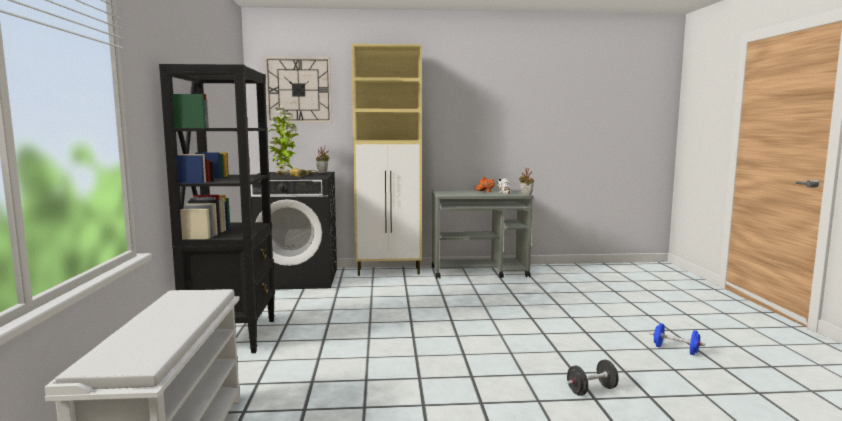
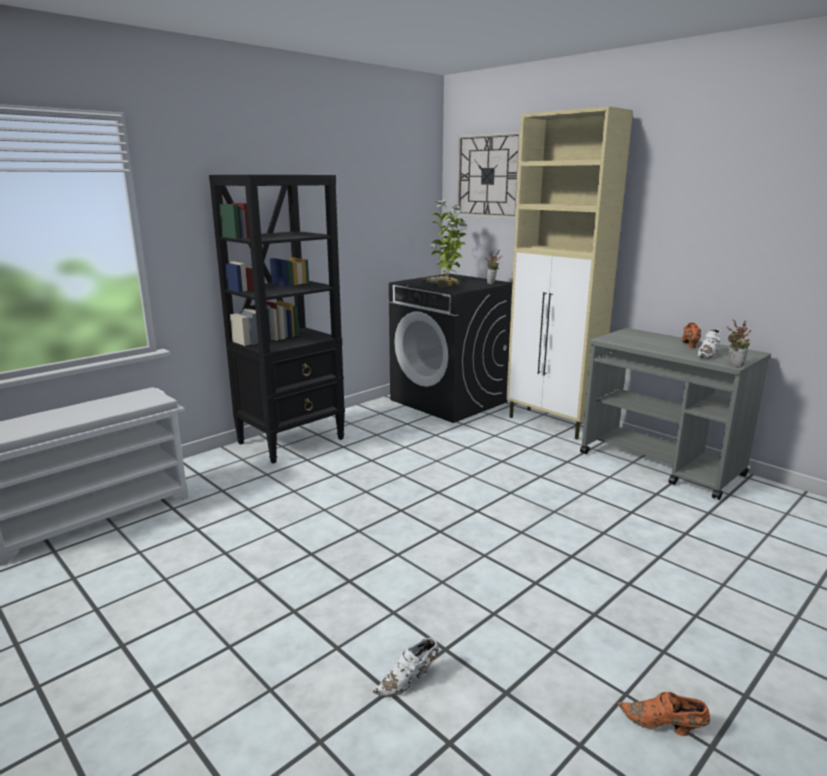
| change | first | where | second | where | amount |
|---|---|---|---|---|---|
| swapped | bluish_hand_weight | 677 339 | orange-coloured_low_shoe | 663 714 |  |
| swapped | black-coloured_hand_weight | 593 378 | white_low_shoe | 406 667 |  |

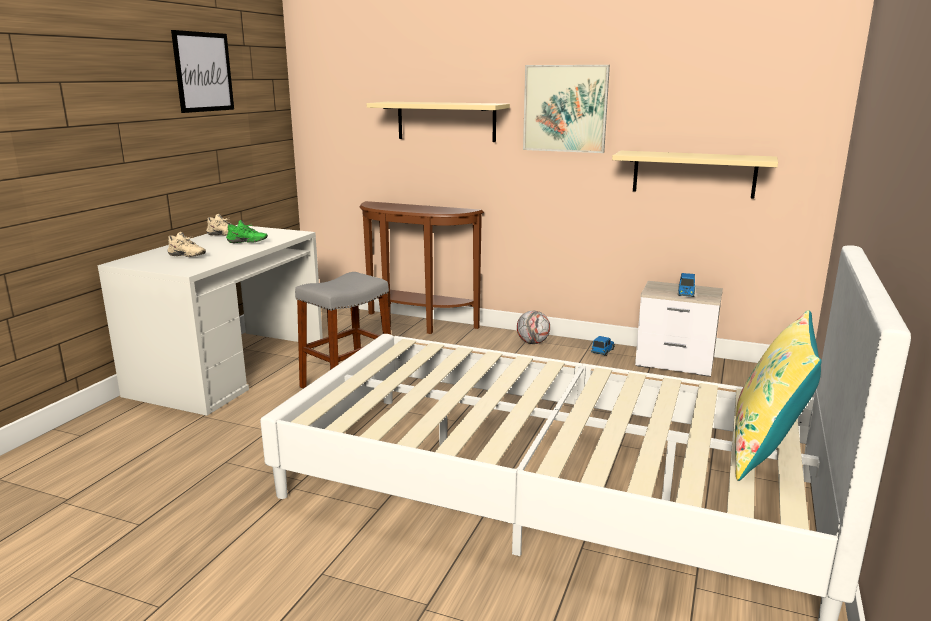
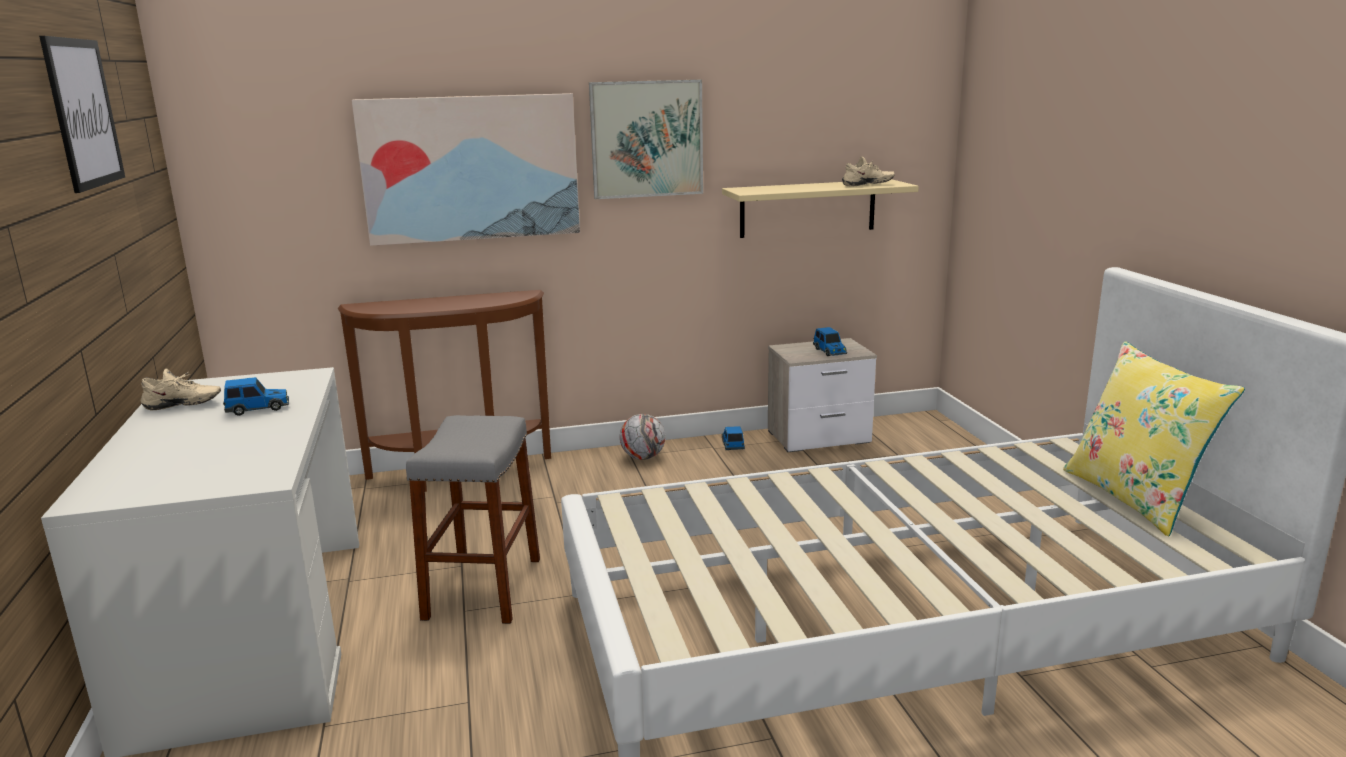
| change | first | where | second | where | amount |
|---|---|---|---|---|---|
| swapped | beige-coloured_shelf | 438 122 | picture | 466 169 |  |
| swapped | greenish_low_shoe | 247 231 | toy_car | 256 396 |  |
| shifted | beige-coloured_low_shoe | 186 244 |  | 868 171 |  |

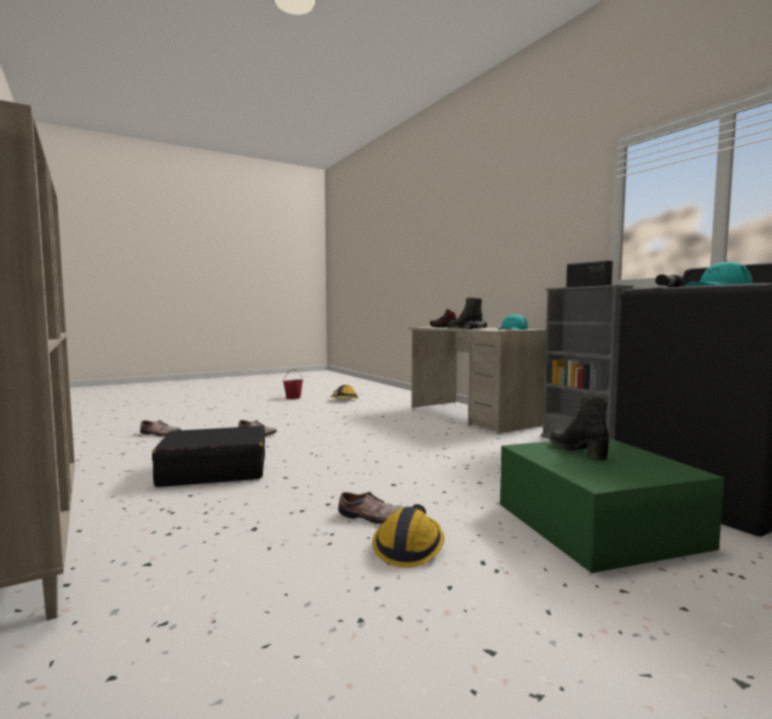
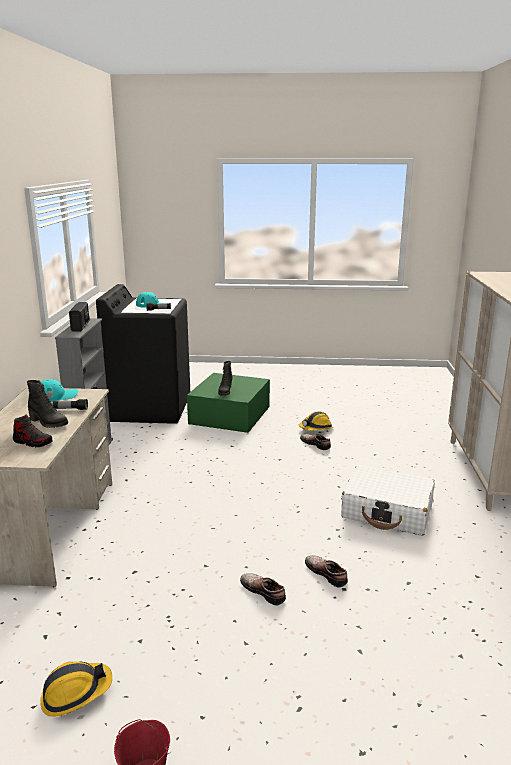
| change | first | where | second | where | amount |
|---|---|---|---|---|---|
| shifted | low_shoe | 160 428 |  | 263 589 |  |
| repainted | black-coloured_piece_of_luggage | 208 456 | white_piece_of_luggage | 388 500 |  |

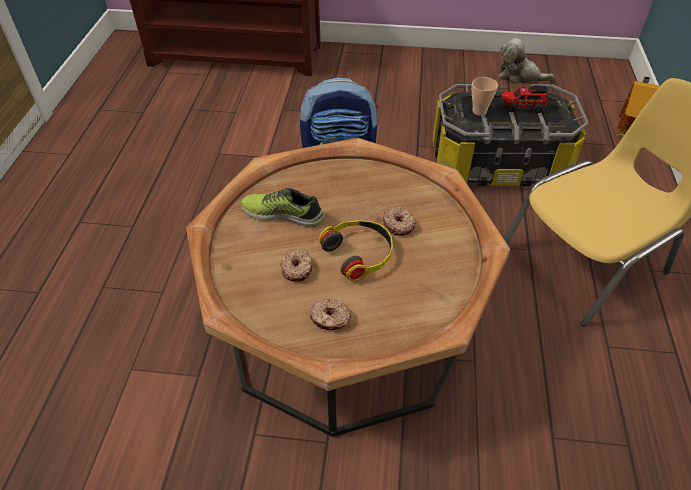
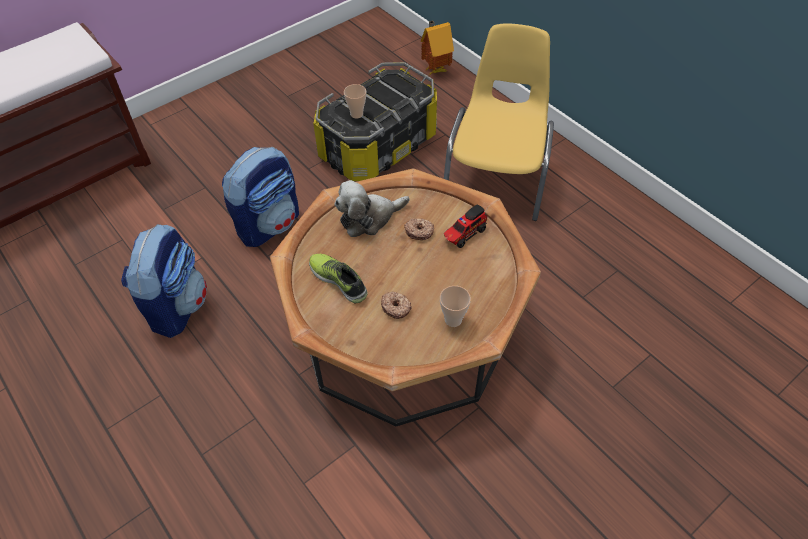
| change | first | where | second | where | amount |
|---|---|---|---|---|---|
| shifted | soft_toy | 526 61 |  | 371 208 |  |
| shifted | model_truck | 524 99 |  | 465 226 |  |
| rotated | low_shoe | 282 207 |  | 338 278 | 75 degrees clockwise |
| gone | headset | 356 250 |  |  |  |
| swapped | ring_doughnut | 330 314 | cup | 455 306 |  |
| new |  |  | knapsack | 164 281 |  |

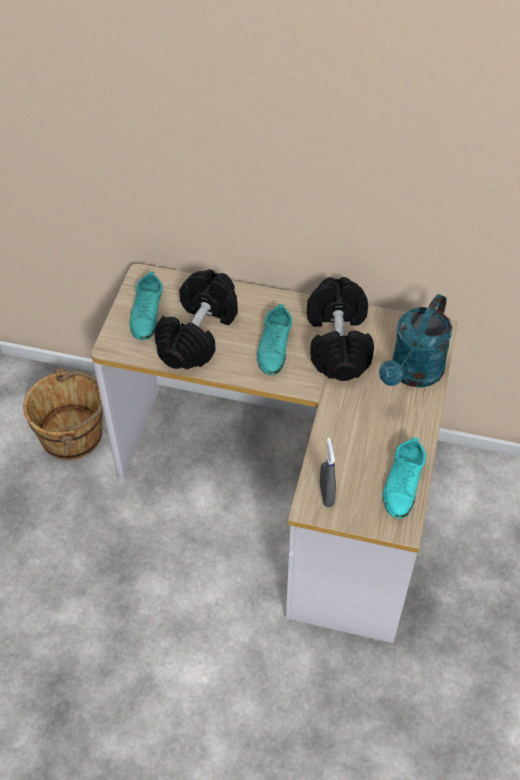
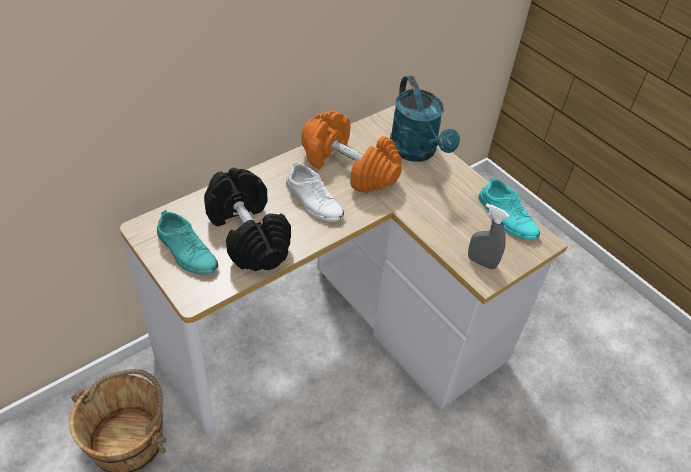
| change | first | where | second | where | amount |
|---|---|---|---|---|---|
| repainted | black-coloured_hand_weight | 340 329 | orange-coloured_hand_weight | 352 152 |  |
| repainted | blue-green_low_shoe | 274 339 | white_low_shoe | 315 191 |  |

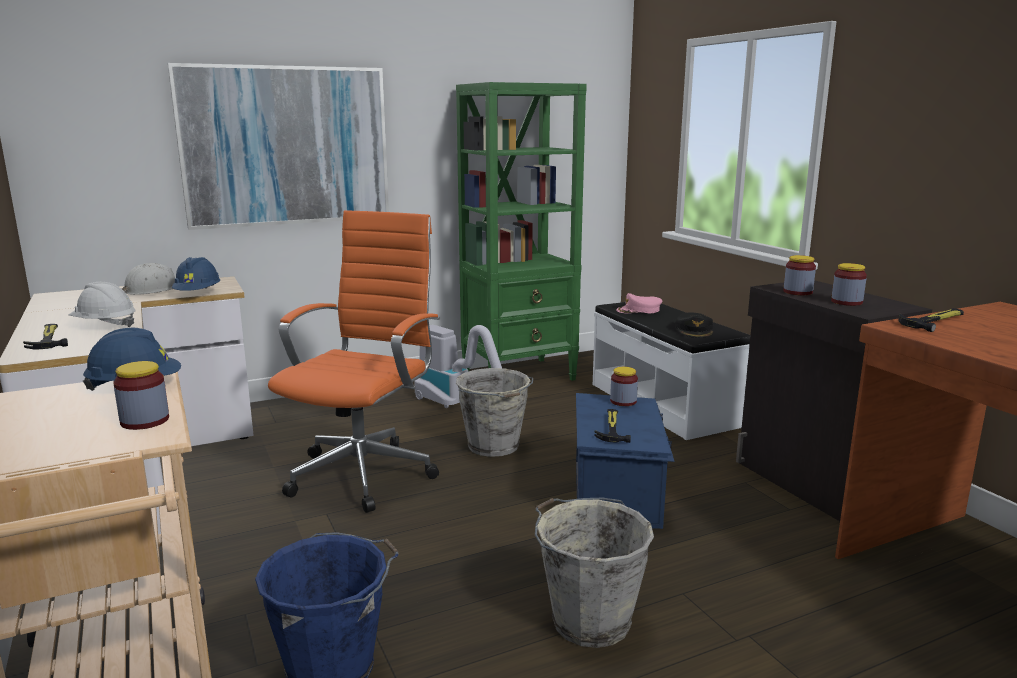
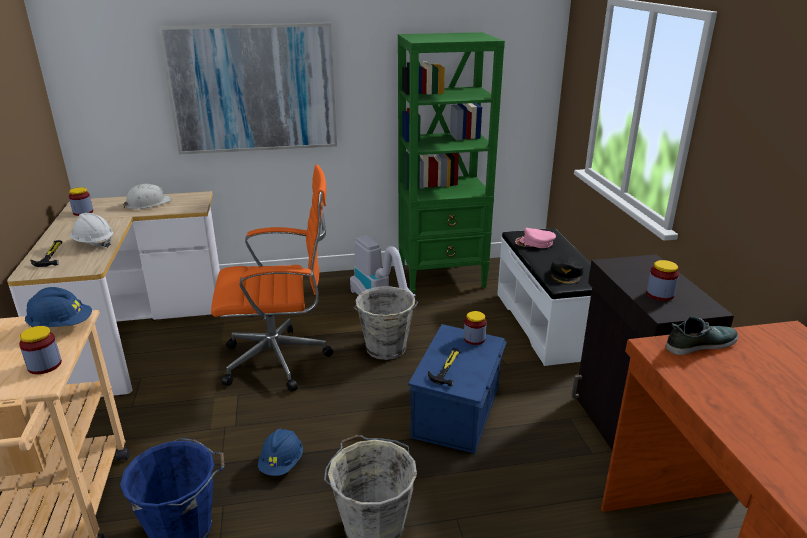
| change | first | where | second | where | amount |
|---|---|---|---|---|---|
| rotated | orange-coloured_desk_chair | 354 361 |  | 272 278 | 45 degrees clockwise |
| shifted | preserve_jar | 799 275 |  | 81 201 |  |
| shifted | bluish_hard_hat | 196 274 |  | 280 452 |  |
| swapped | hammer | 931 320 | low_shoe | 702 335 |  |

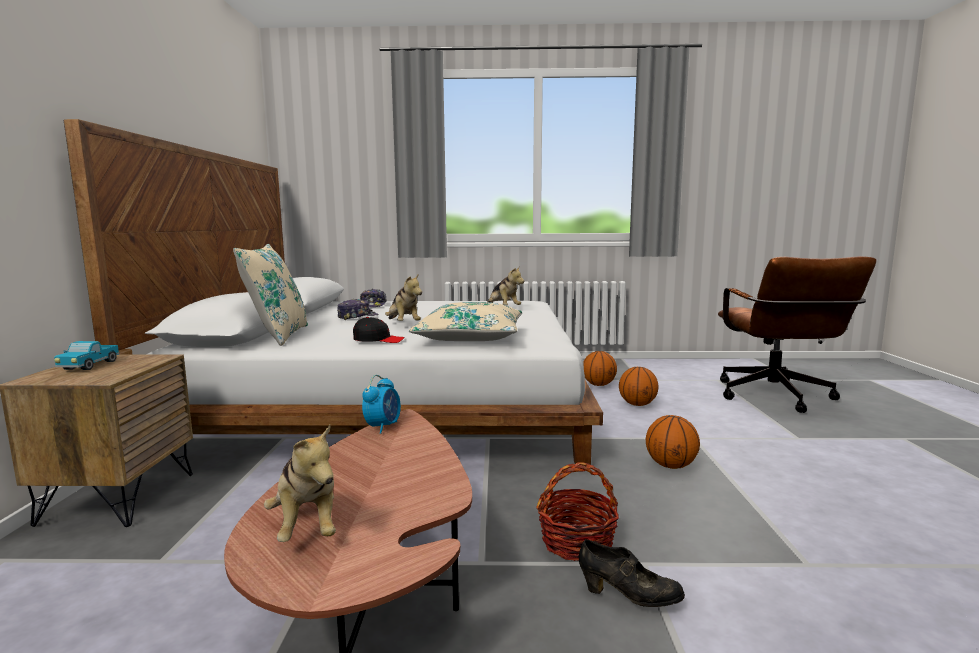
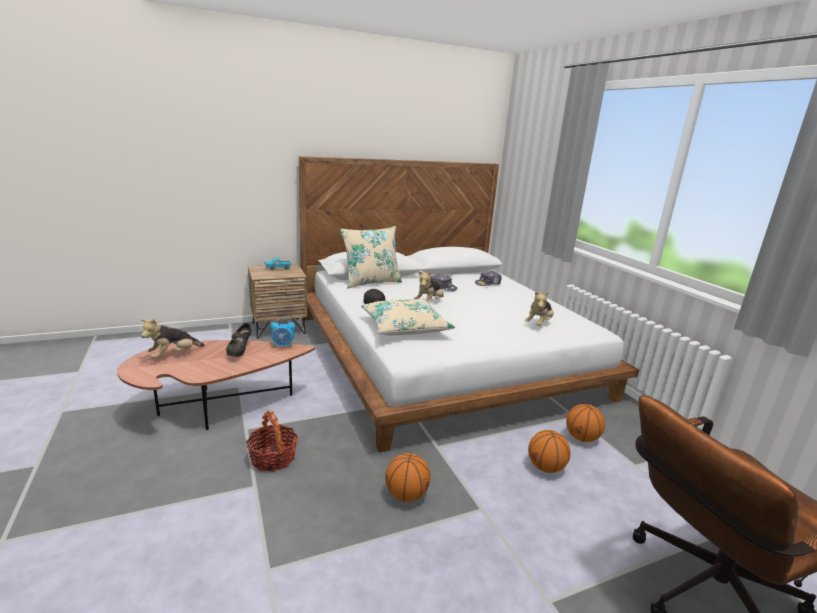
| change | first | where | second | where | amount |
|---|---|---|---|---|---|
| shifted | black-coloured_low_shoe | 632 573 |  | 238 340 |  |

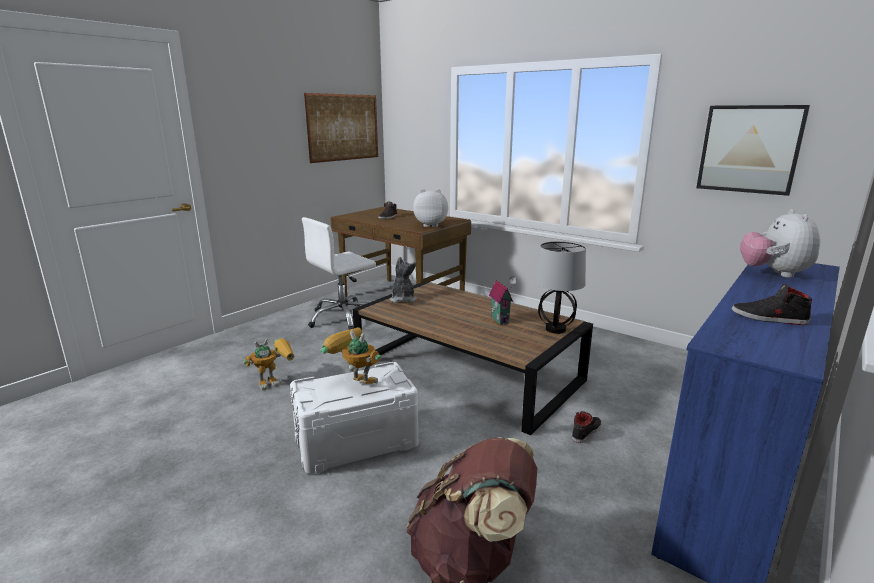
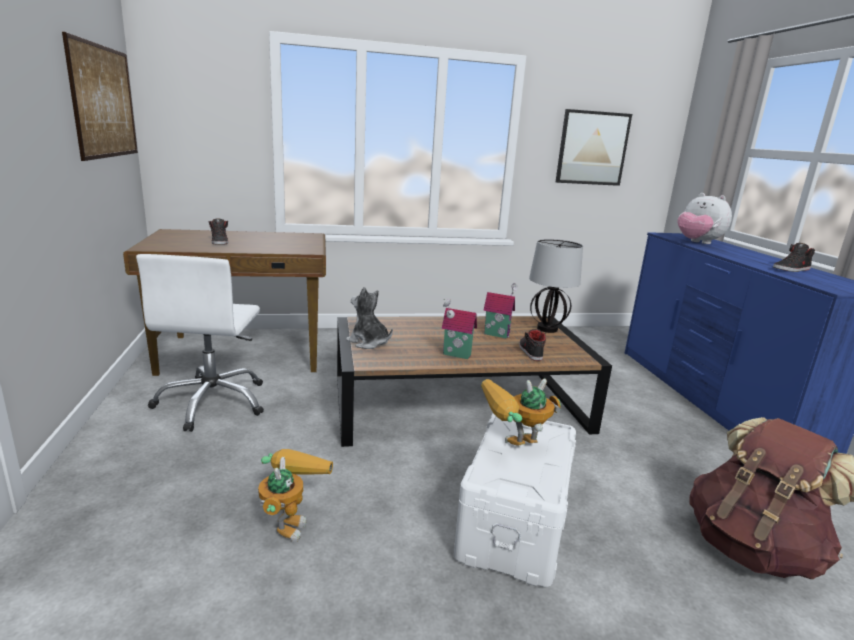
| change | first | where | second | where | amount |
|---|---|---|---|---|---|
| gone | soft_toy | 430 208 |  |  |  |
| shifted | black-coloured_low_shoe | 586 427 |  | 532 345 |  |
| new |  |  | miniature_house | 459 329 |  |

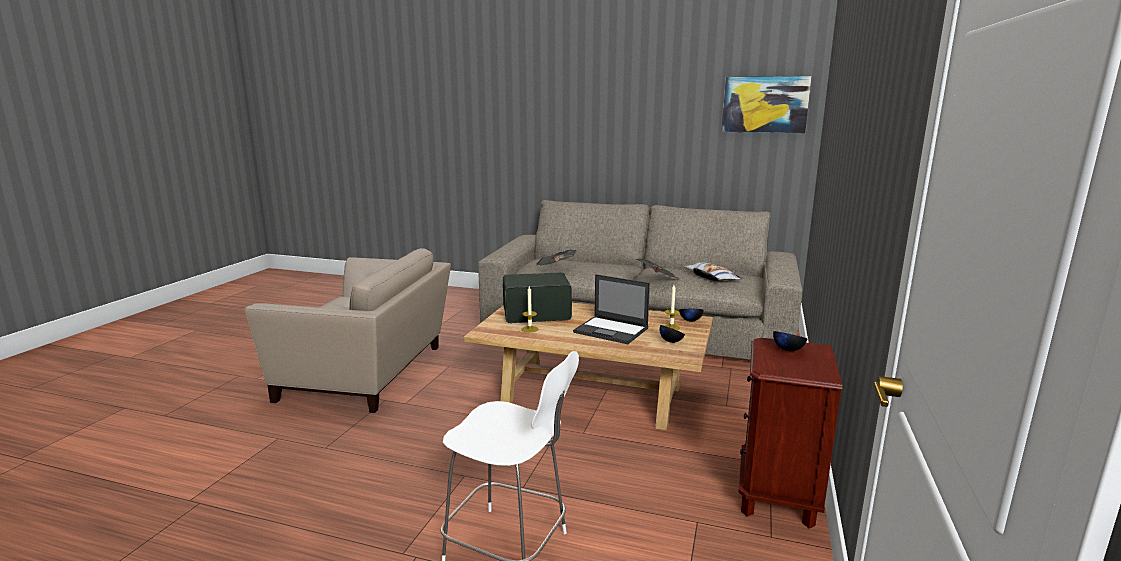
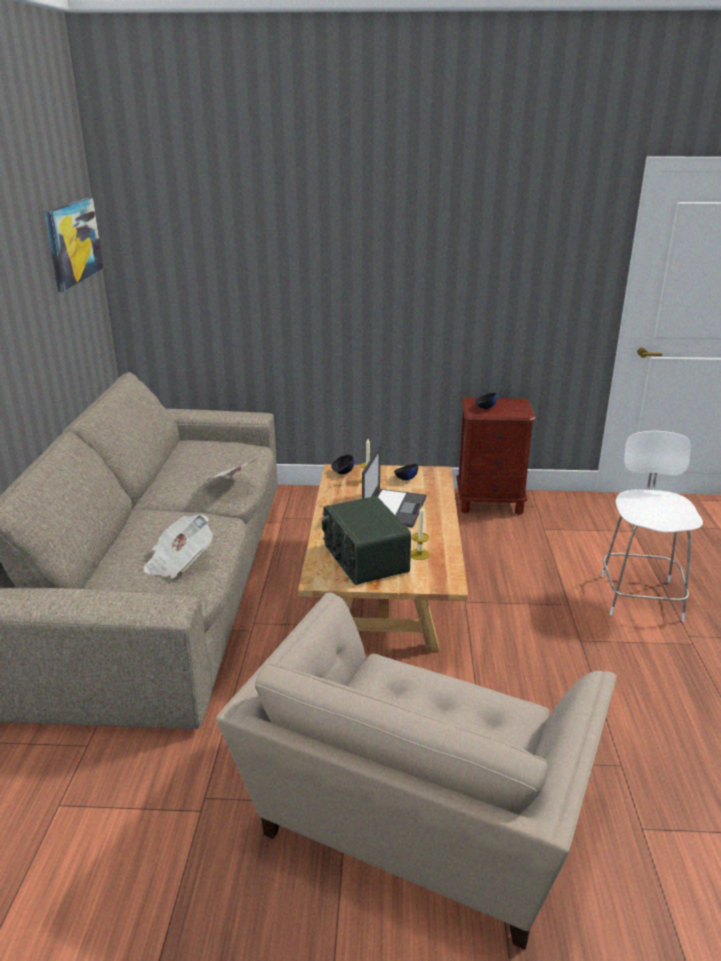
| change | first | where | second | where | amount |
|---|---|---|---|---|---|
| rotated | beige-coloured_lounge_chair | 348 330 |  | 416 771 | 150 degrees counterclockwise |
| gone | throw_pillow | 713 271 |  |  |  |

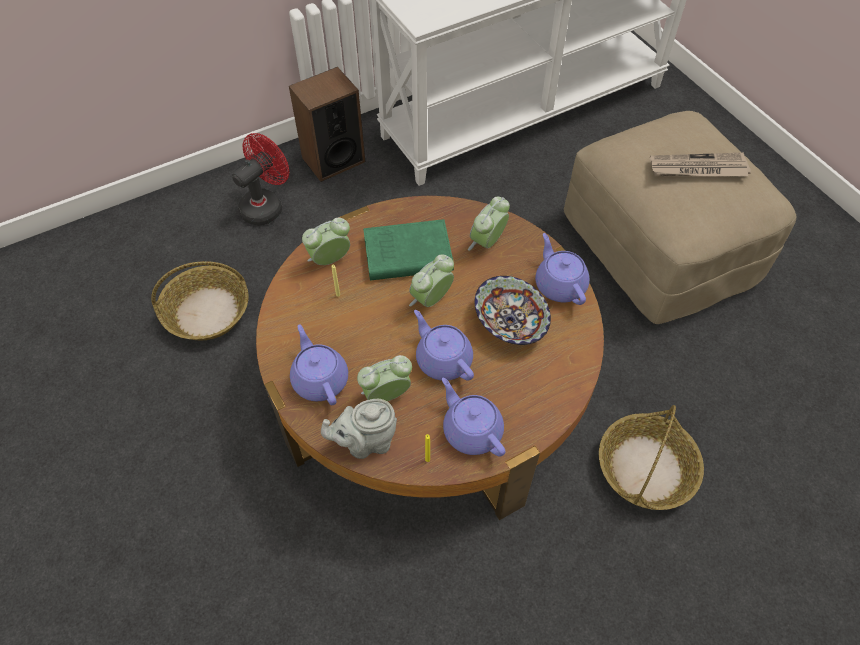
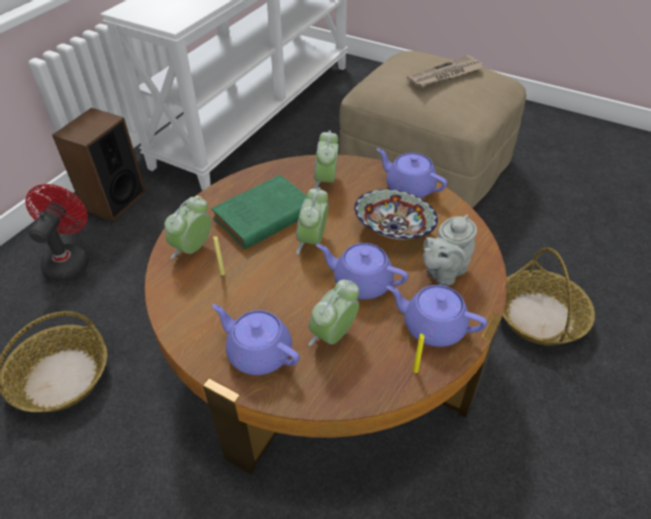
| change | first | where | second | where | amount |
|---|---|---|---|---|---|
| shifted | grey_pot_for_tea | 359 429 |  | 450 250 |  |

